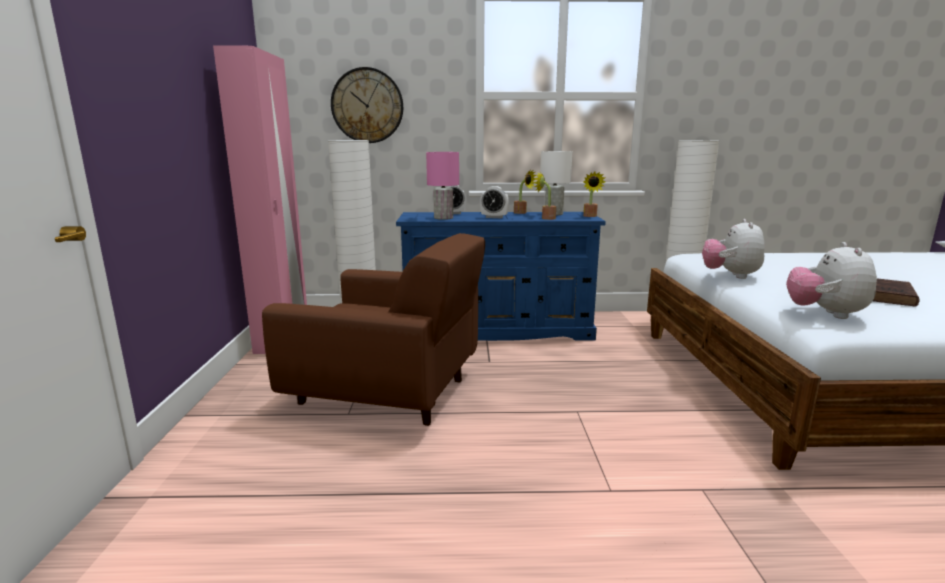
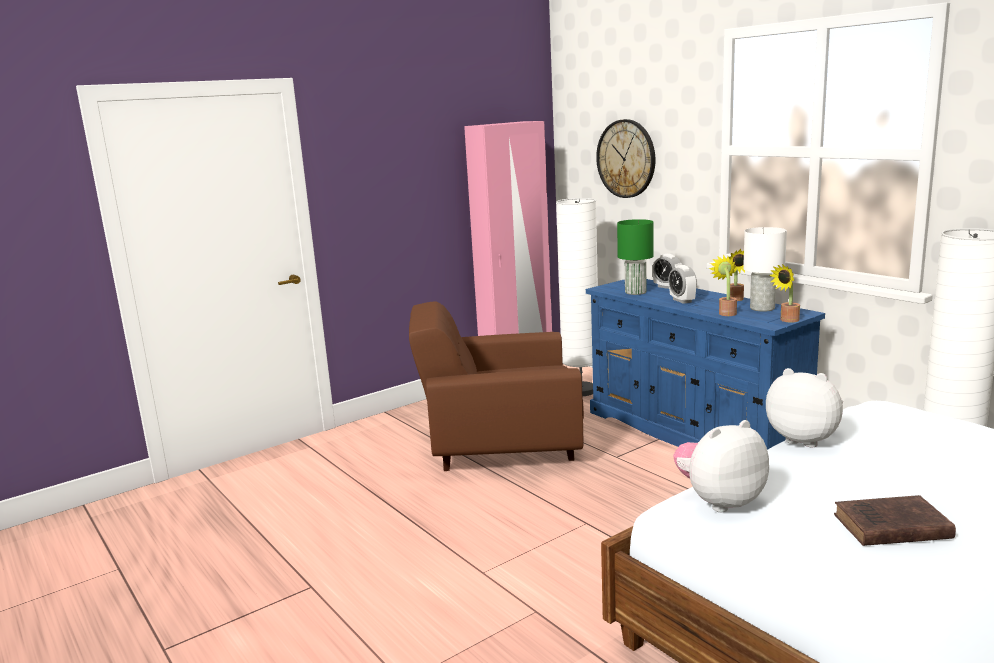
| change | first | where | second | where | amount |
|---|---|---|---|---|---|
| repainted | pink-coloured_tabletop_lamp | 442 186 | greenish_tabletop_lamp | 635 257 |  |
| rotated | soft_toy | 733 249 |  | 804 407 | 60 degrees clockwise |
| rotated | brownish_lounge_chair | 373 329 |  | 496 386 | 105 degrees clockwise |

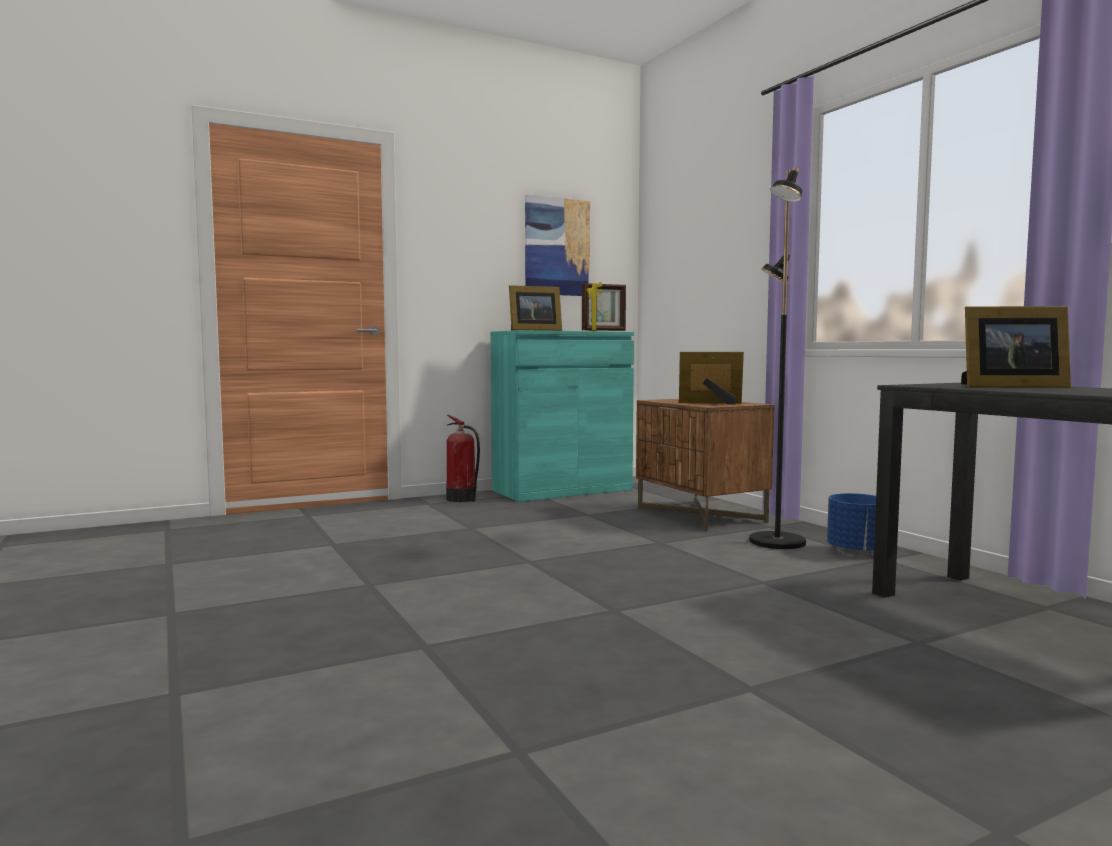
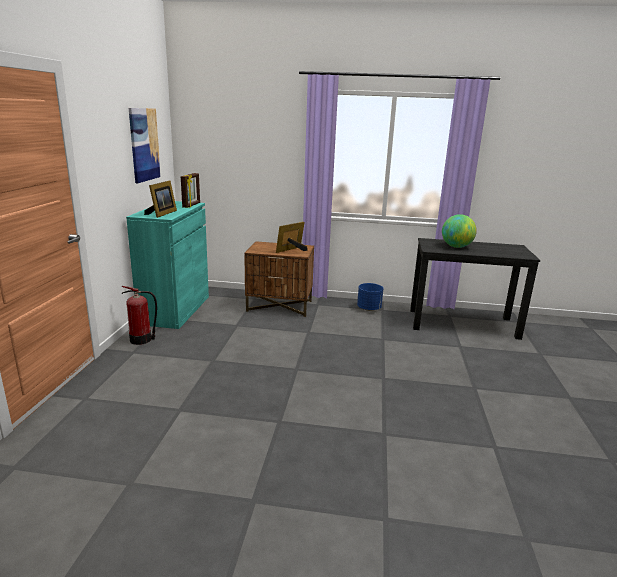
| change | first | where | second | where | amount |
|---|---|---|---|---|---|
| gone | black-coloured_standing_lamp | 777 358 |  |  |  |
| swapped | standing_frame | 1016 347 | world_globe | 459 231 |  |

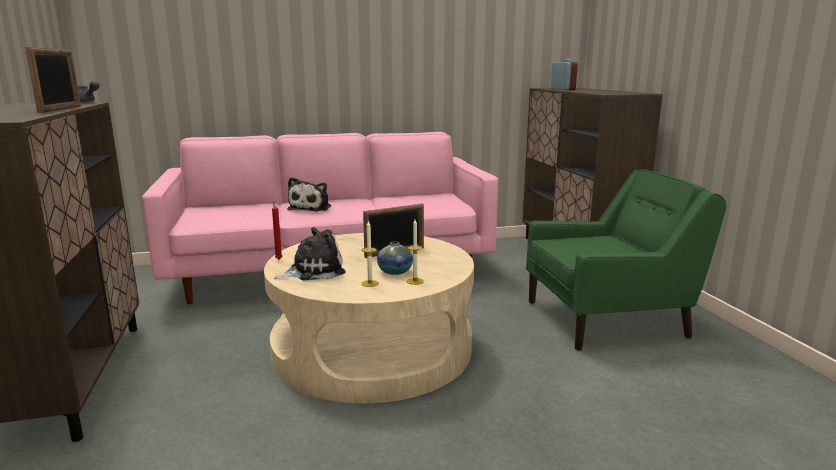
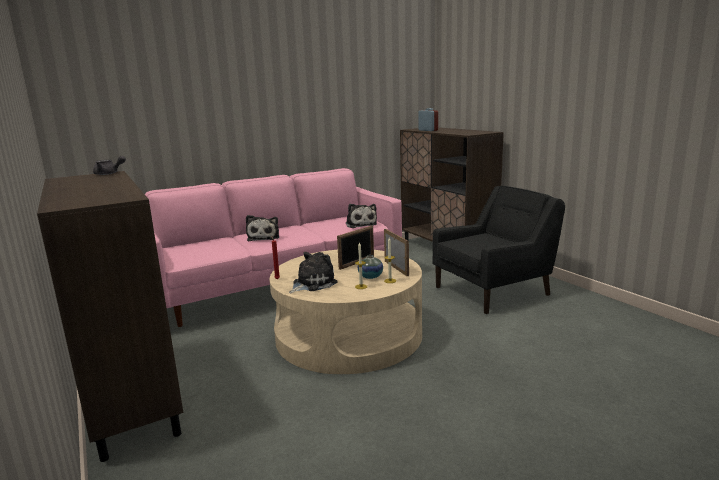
| change | first | where | second | where | amount |
|---|---|---|---|---|---|
| shifted | standing_frame | 53 80 |  | 396 252 |  |
| repainted | greenish_lounge_chair | 626 260 | black-coloured_lounge_chair | 499 250 |  |
| new |  |  | soft_toy | 361 216 |  |

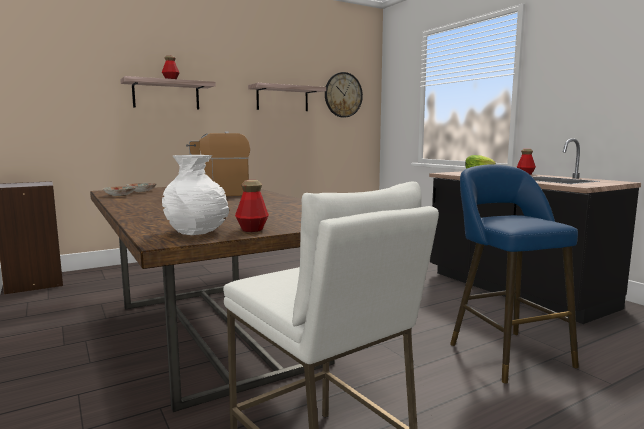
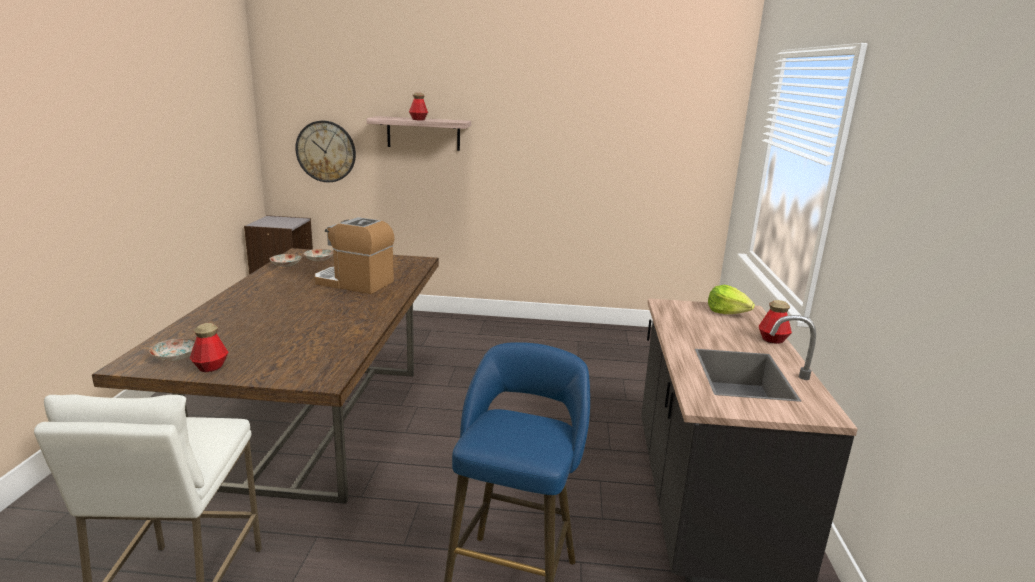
| change | first | where | second | where | amount |
|---|---|---|---|---|---|
| shifted | clock_on_the_wall | 344 95 |  | 325 151 |  |
| gone | shelf | 287 97 |  |  |  |
| swapped | white_vase | 195 195 | dinner_plate | 172 349 |  |

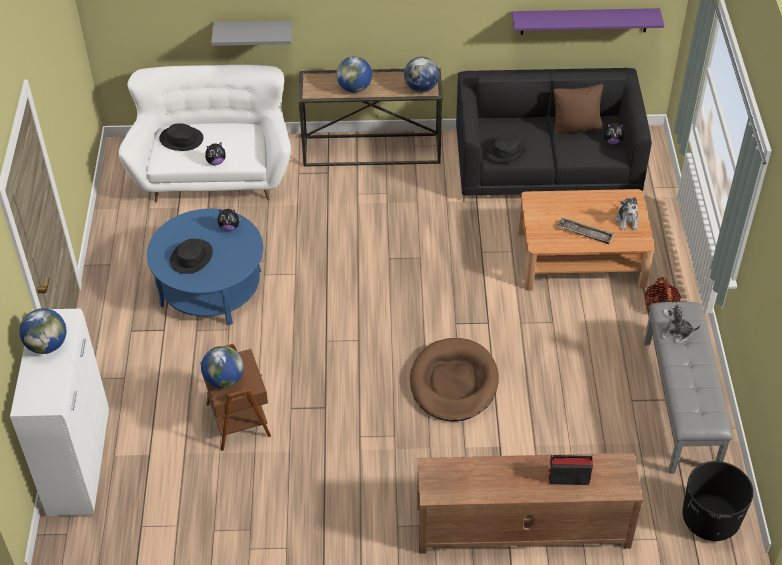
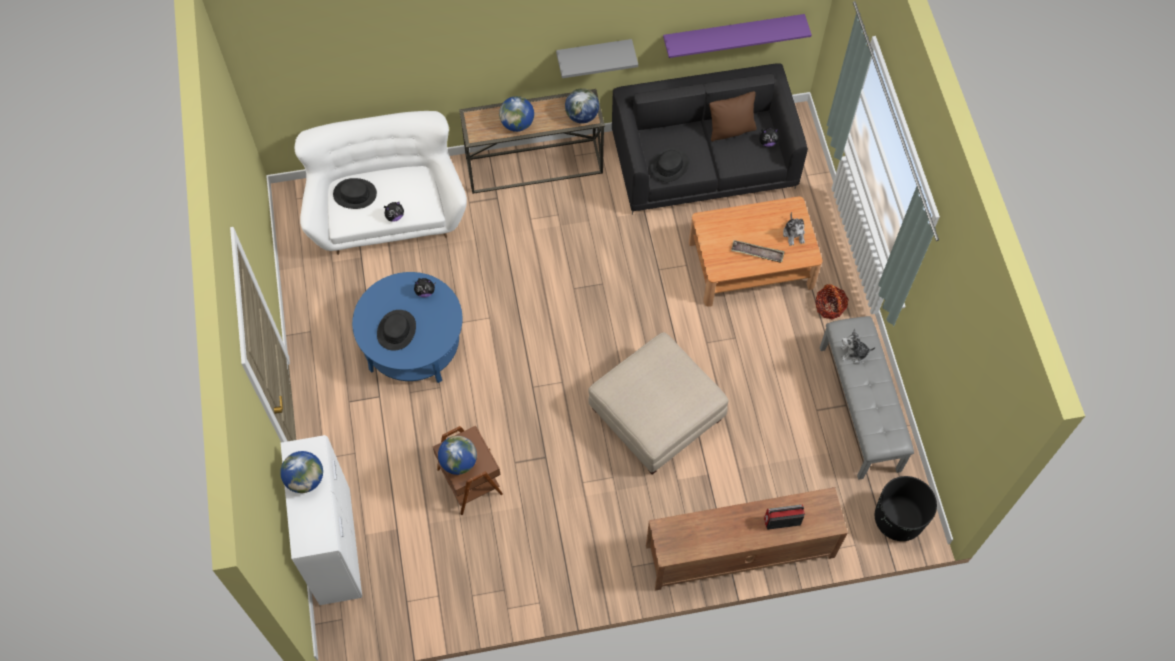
| change | first | where | second | where | amount |
|---|---|---|---|---|---|
| shifted | grey_shelf | 251 33 |  | 597 58 |  |
| swapped | brownish_dog_cushion | 454 380 | beige-coloured_footrest | 658 403 |  |

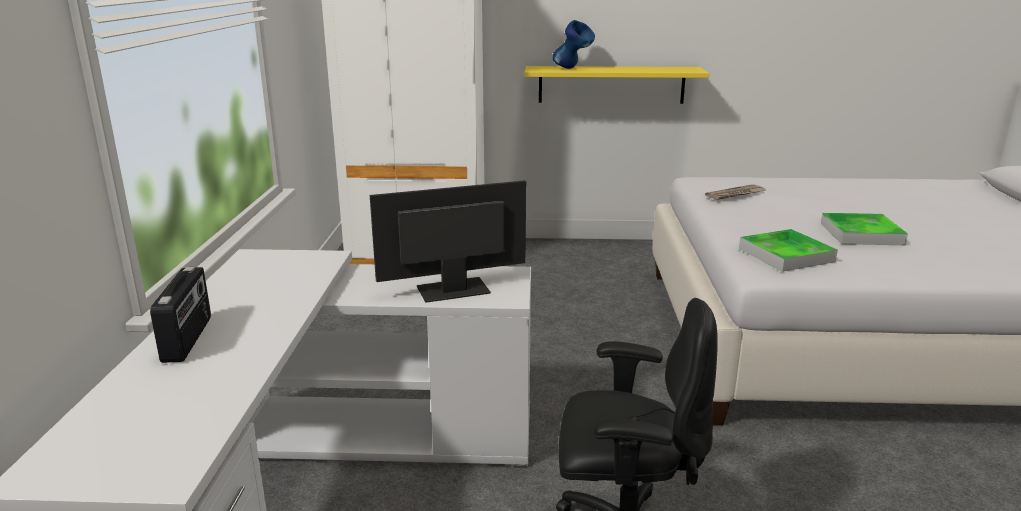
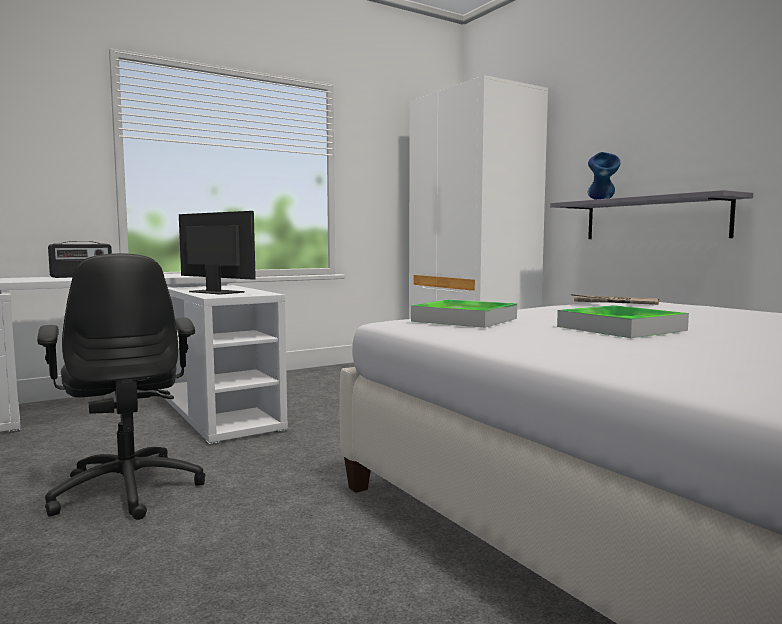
| change | first | where | second | where | amount |
|---|---|---|---|---|---|
| repainted | yellowish_shelf | 617 85 | grey_shelf | 651 214 |  |

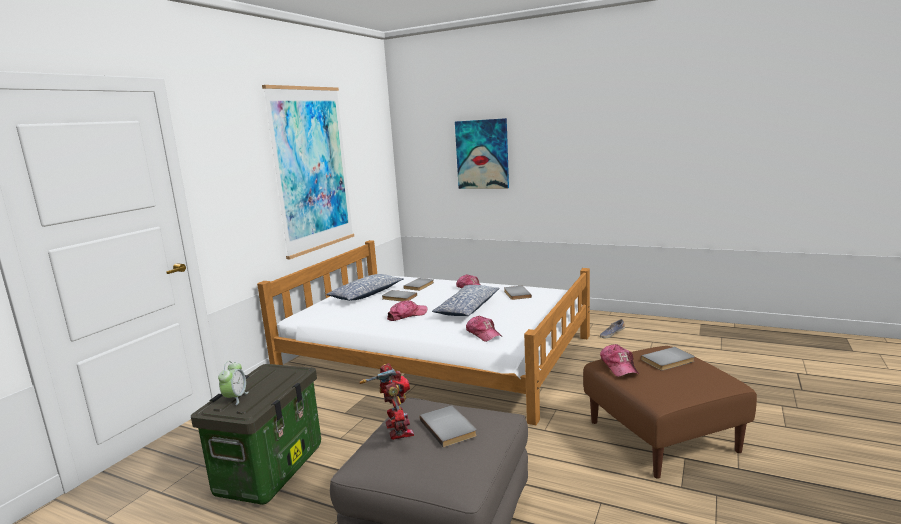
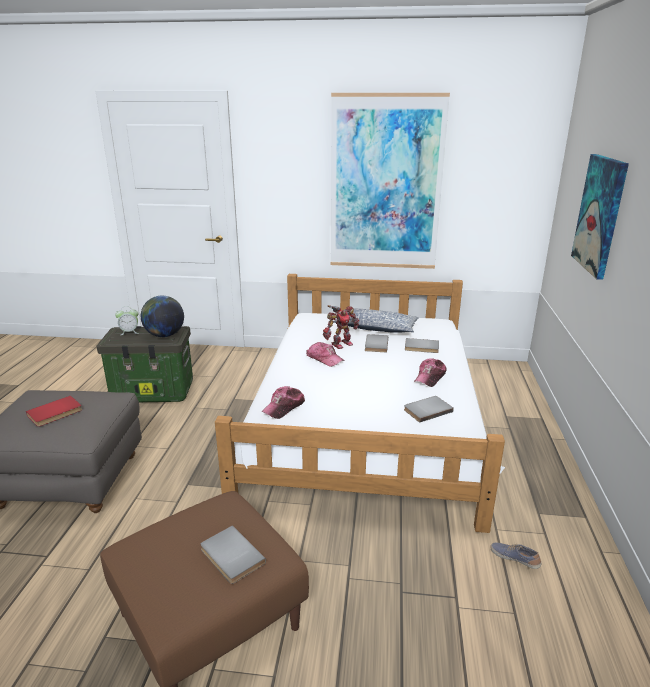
| change | first | where | second | where | amount |
|---|---|---|---|---|---|
| gone | throw_pillow | 465 300 |  |  |  |
| gone | baseball_cap | 619 360 |  |  |  |
| shifted | toy_robot | 387 401 |  | 341 327 |  |
| repainted | grey_bound_book | 448 427 | red-coloured_bound_book | 54 411 |  |
| new |  |  | world_globe | 162 316 |  |

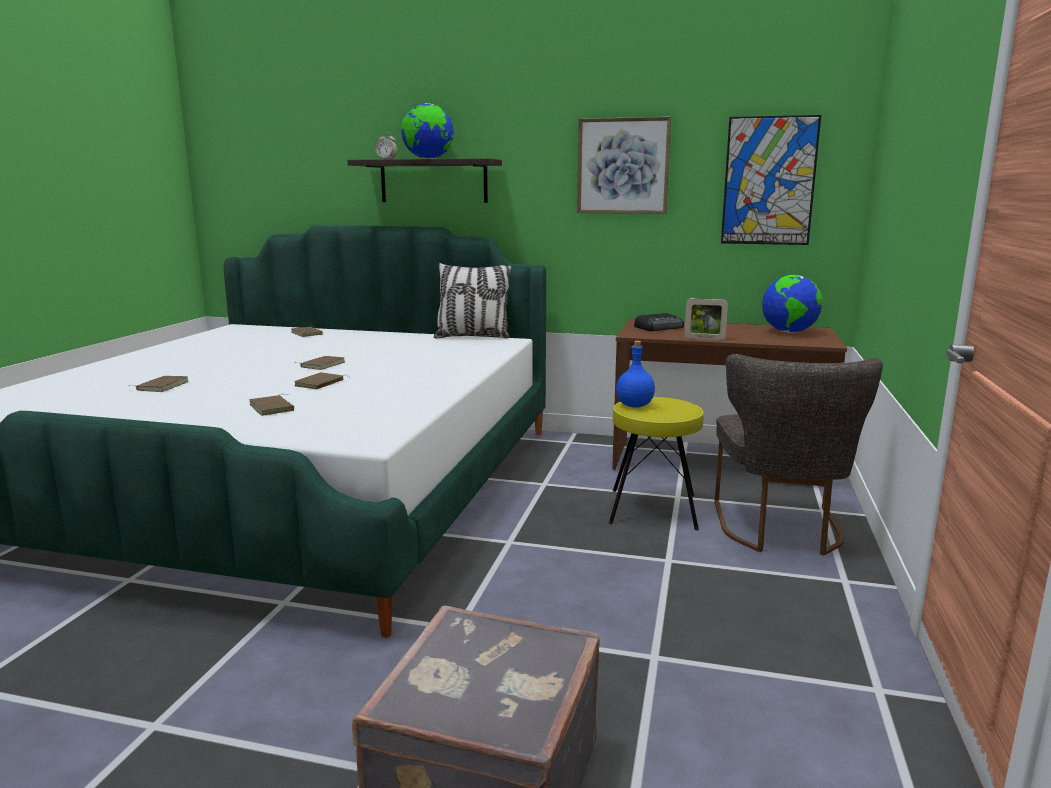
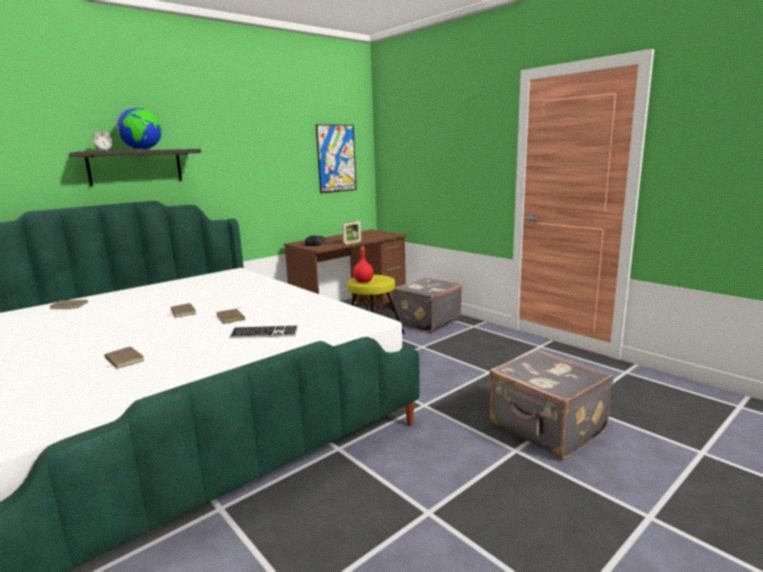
| change | first | where | second | where | amount |
|---|---|---|---|---|---|
| gone | picture | 624 165 |  |  |  |
| gone | throw_pillow | 473 301 |  |  |  |
| gone | world_globe | 792 304 |  |  |  |
| repainted | bluish_drink_bottle | 635 374 | red-coloured_drink_bottle | 363 264 |  |
| swapped | grey_upright_chair | 798 455 | grey_piece_of_luggage | 427 305 |  |
| swapped | brownish_bound_book | 271 405 | PC_keyboard | 264 331 |  |

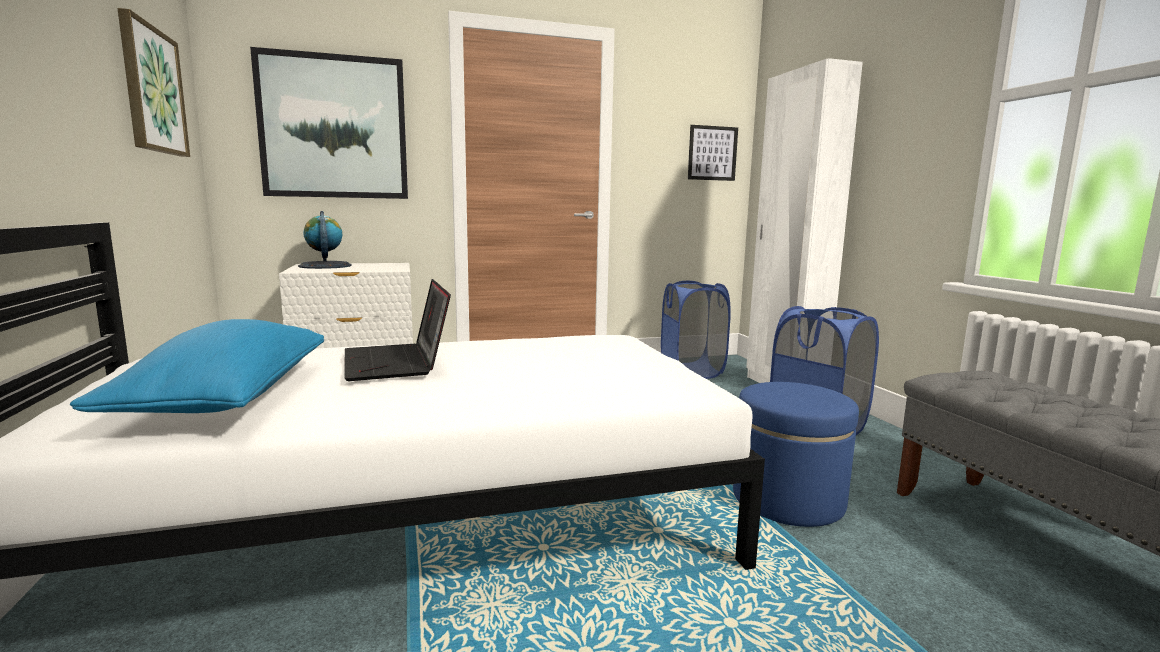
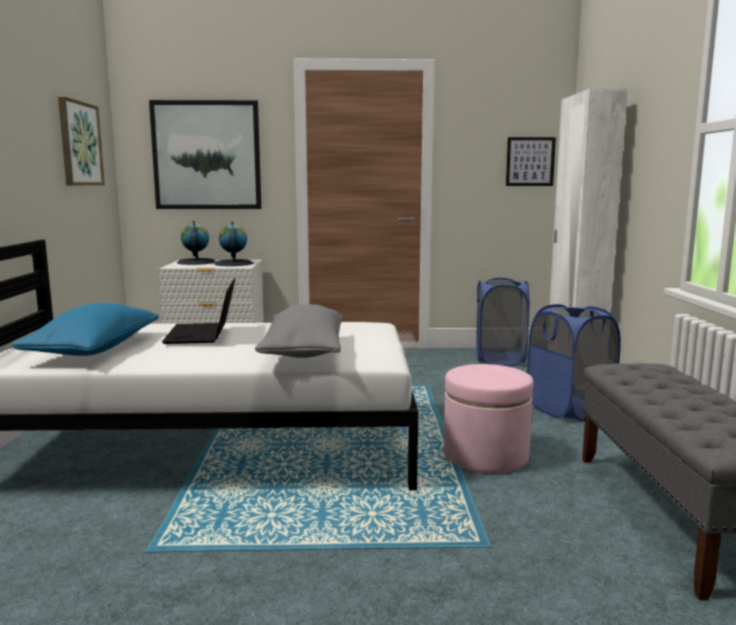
| change | first | where | second | where | amount |
|---|---|---|---|---|---|
| repainted | bluish_footrest | 796 454 | pink-coloured_footrest | 489 418 |  |
| new |  |  | world_globe | 234 244 |  |
| new |  |  | grey_throw_pillow | 298 331 |  |

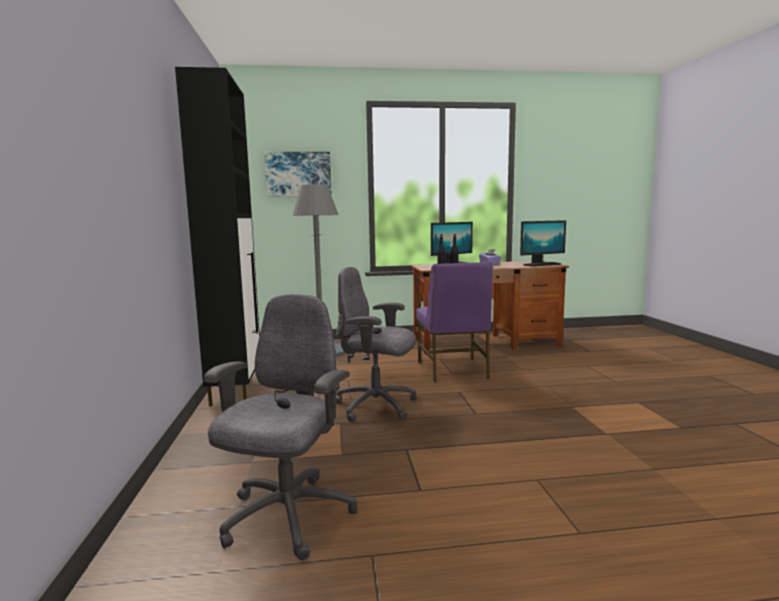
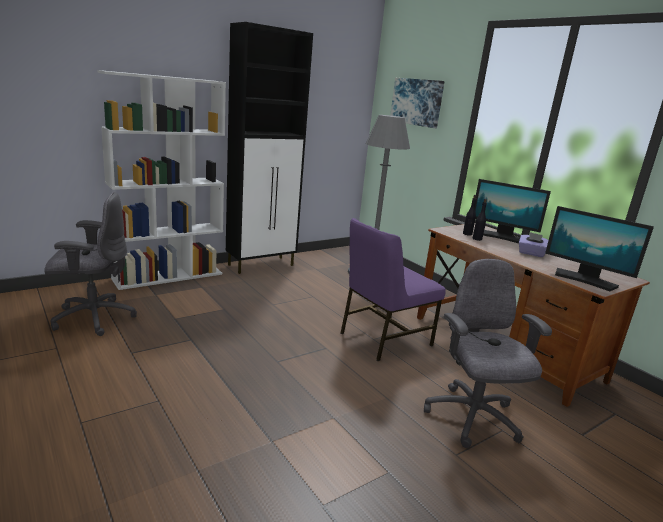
| change | first | where | second | where | amount |
|---|---|---|---|---|---|
| shifted | grey_desk_chair | 376 344 |  | 488 353 |  |
| new |  |  | white_shelving_unit | 161 180 |  |

